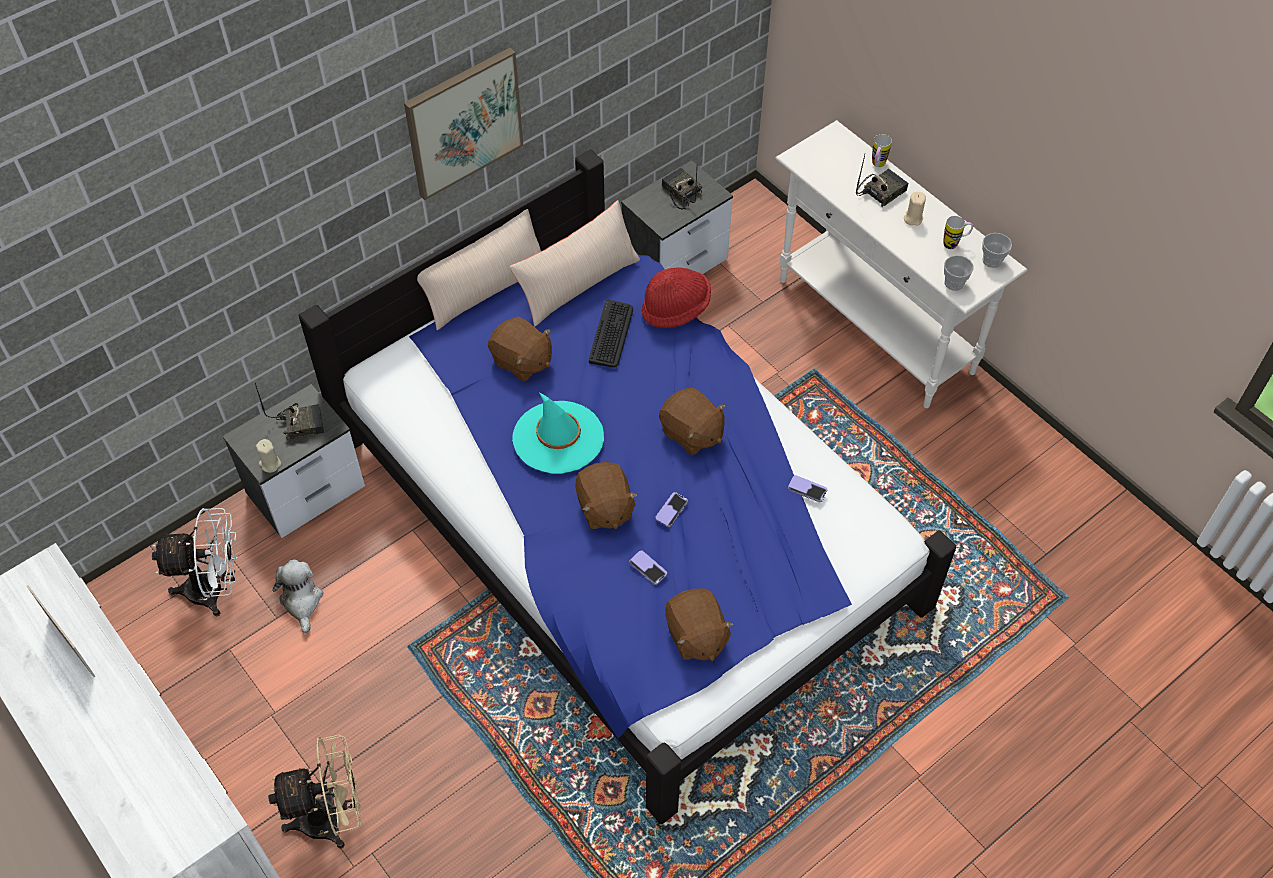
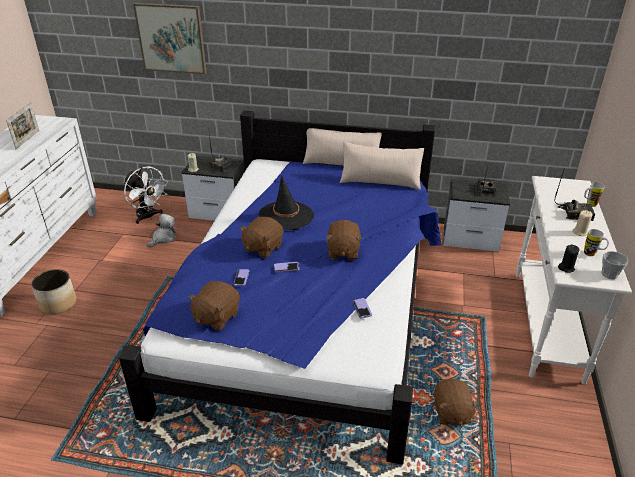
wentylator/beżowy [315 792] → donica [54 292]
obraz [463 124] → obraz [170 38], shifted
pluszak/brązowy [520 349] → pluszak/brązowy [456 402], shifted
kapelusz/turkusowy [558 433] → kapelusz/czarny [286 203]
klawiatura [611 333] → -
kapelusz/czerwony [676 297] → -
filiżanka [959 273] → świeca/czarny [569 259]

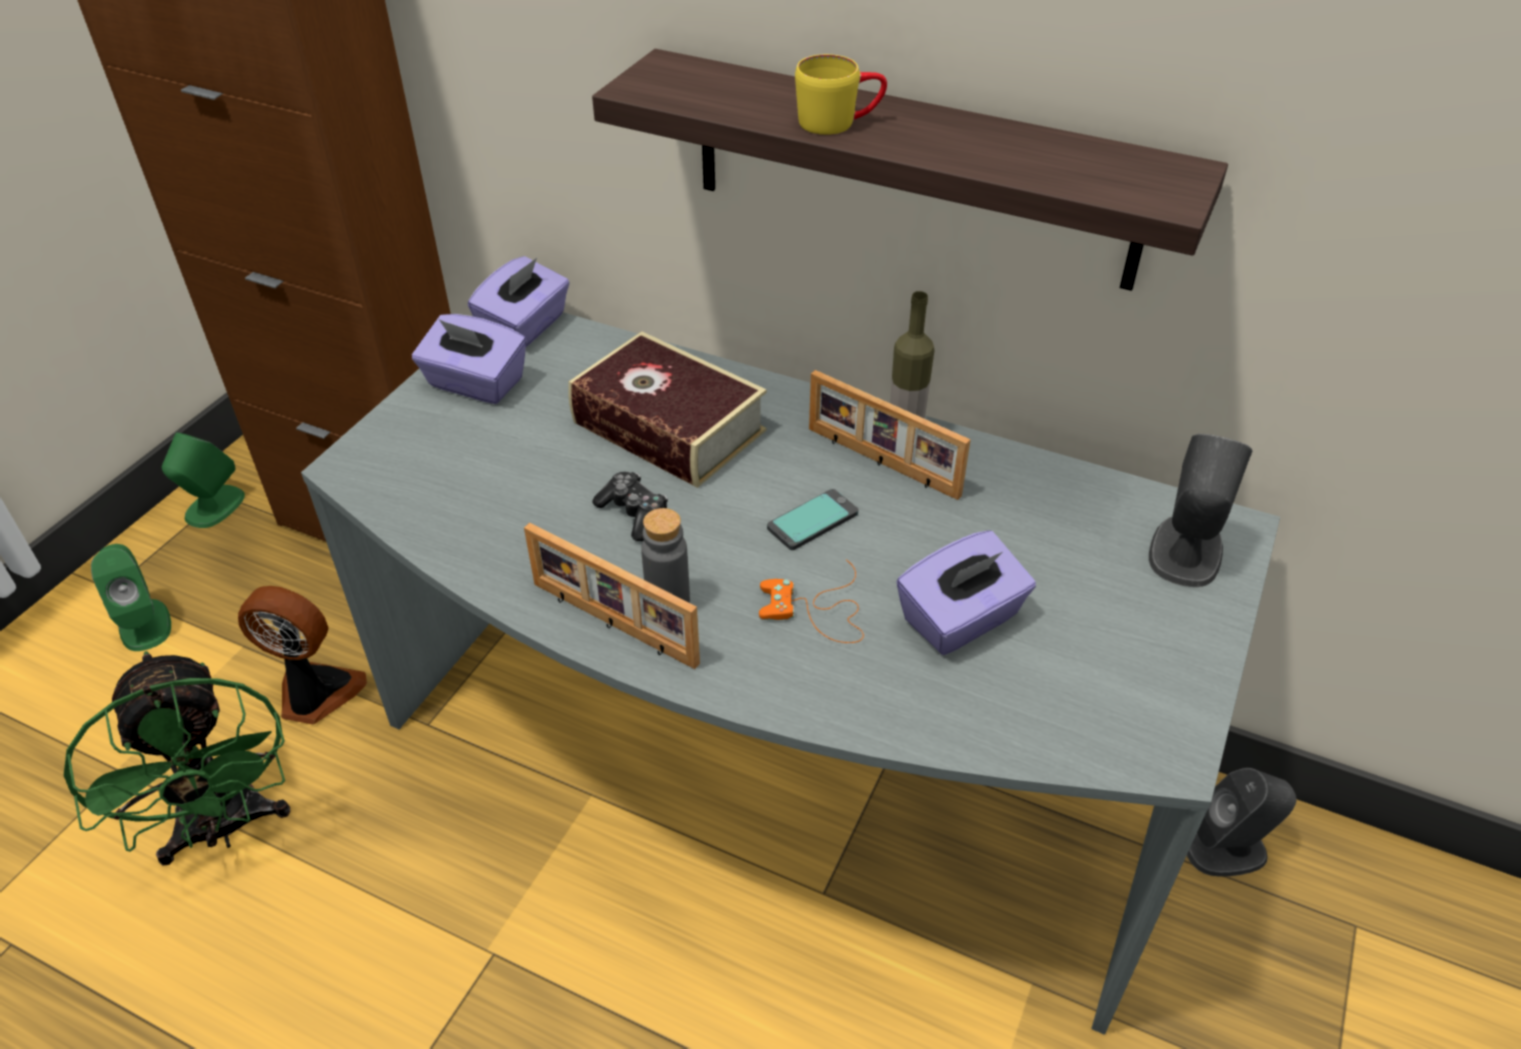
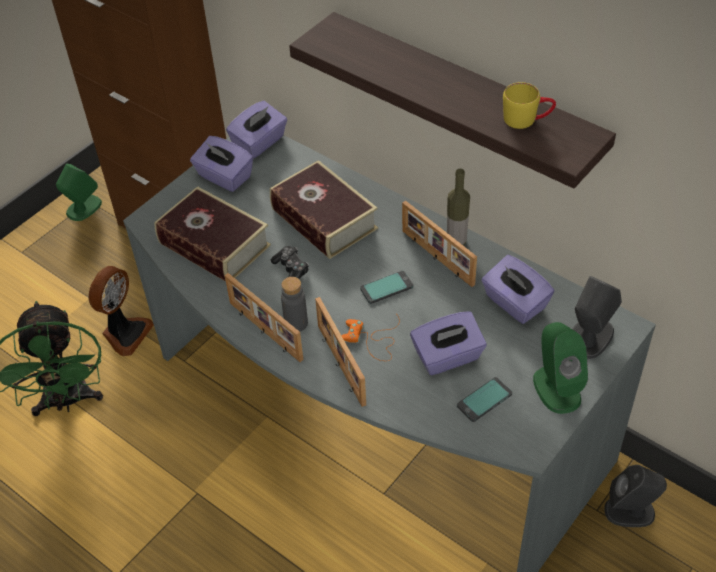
głośnik/zielony [131 597] → głośnik/zielony [560 368], shifted
wentylator [302 655] → wentylator [121 311], 90 degrees clockwise
kubek/żółty [841 94] → kubek/żółty [529 105], shifted
- → książka [212 234]
- → ramka na zdjęcie [340 352]
- → telefon [484 399]
- → pudełko chusteczek/fioletowy [517 289]

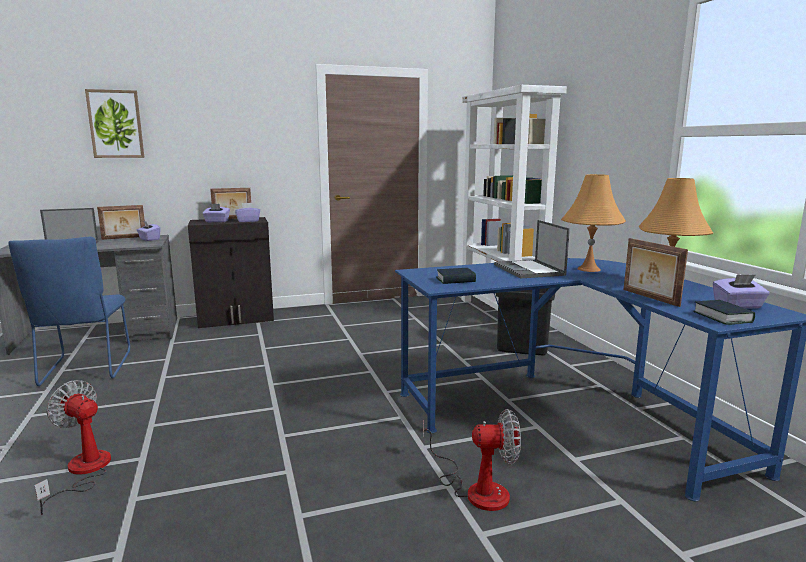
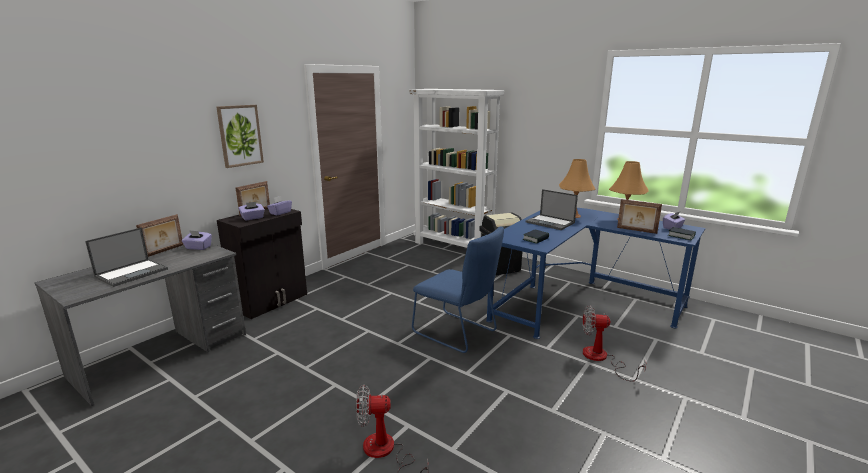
krzesło/niebieski [69 311] → krzesło/niebieski [458 289], shifted
obraz [114 123] → obraz [240 136], shifted
wentylator [472 460] → wentylator [614 343], 135 degrees counterclockwise

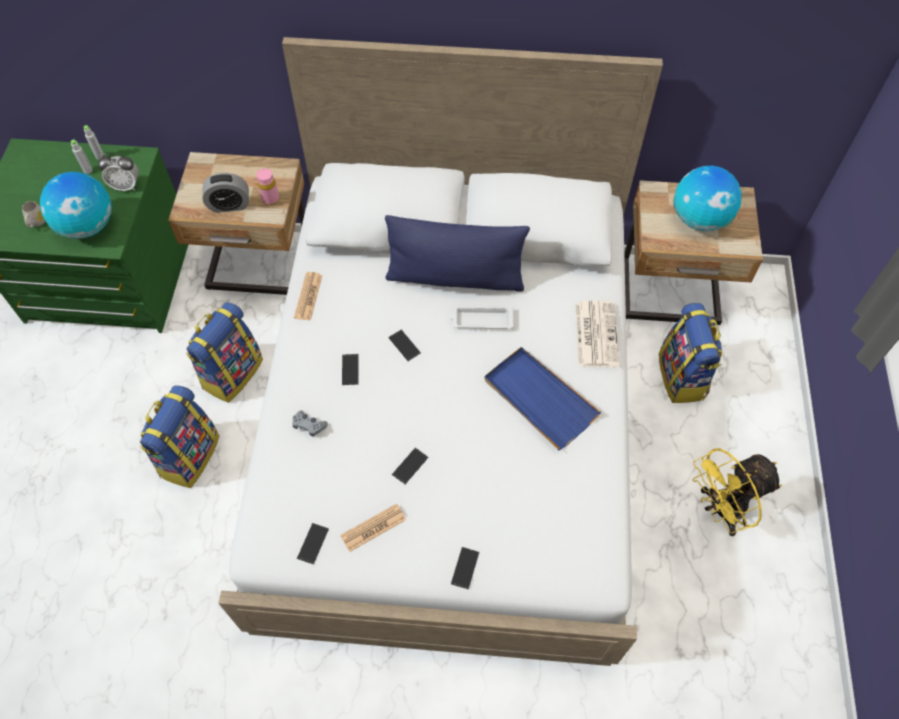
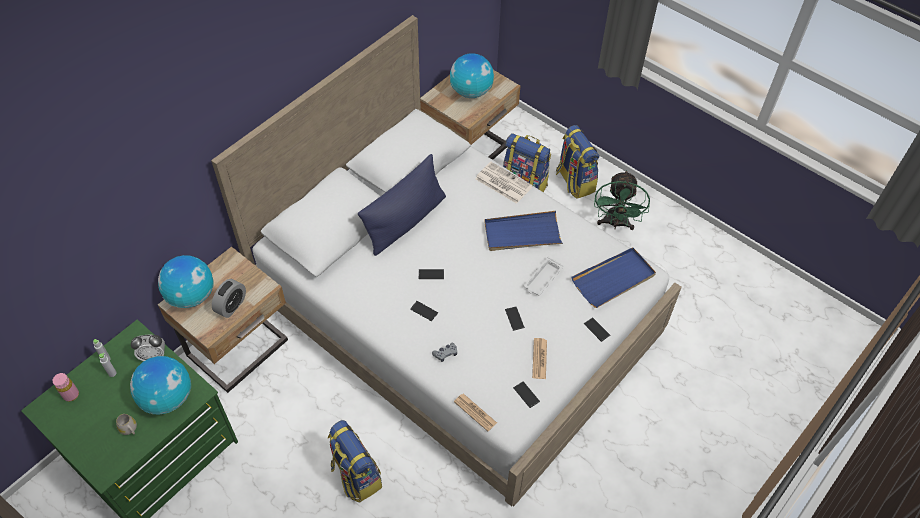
budzik [118 172] → budzik [148 348], 45 degrees clockwise
plecak [224 352] → plecak [577 162], shifted
butelka/różowy [267 187] → butelka/różowy [66 387], shifted
gazeta [308 296] → gazeta [475 412], shifted
taca/biały [482 317] → taca/biały [543 276], shifted
wentylator/żółty [737 492] → wentylator/zielony [622 200]
- → globus [186 281]
- → taca/niebieski [614 278]

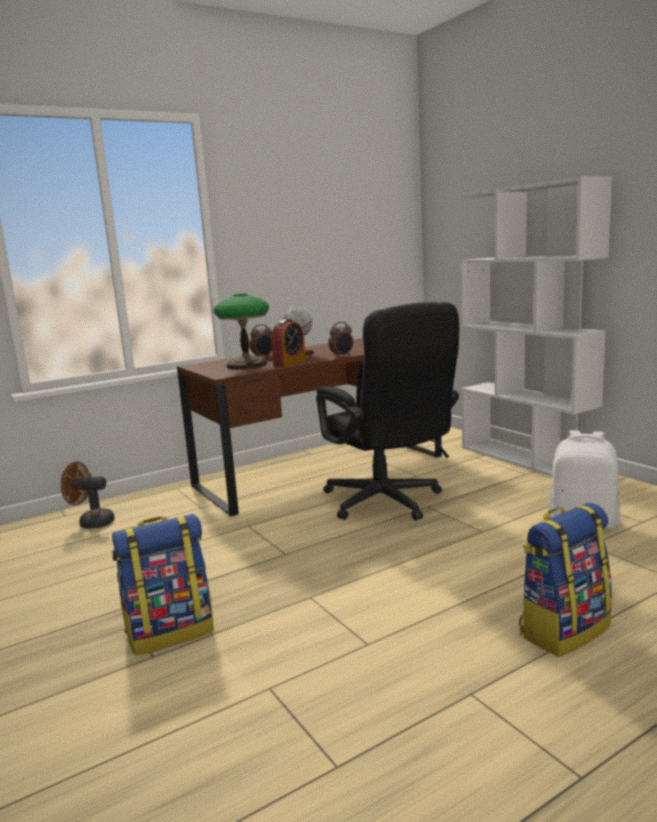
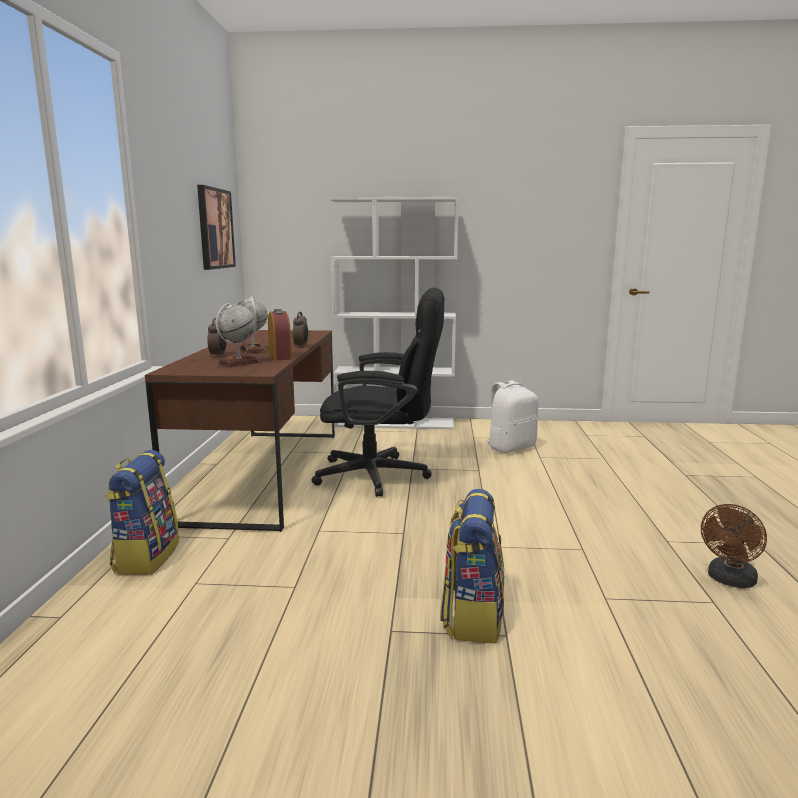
wentylator/brązowy [88 495] → wentylator/brązowy [734 546], shifted
lampa stołowa [241 331] → globus [237 335]
plecak [565 580] → plecak [142 512], shifted
- → obraz [216 227]

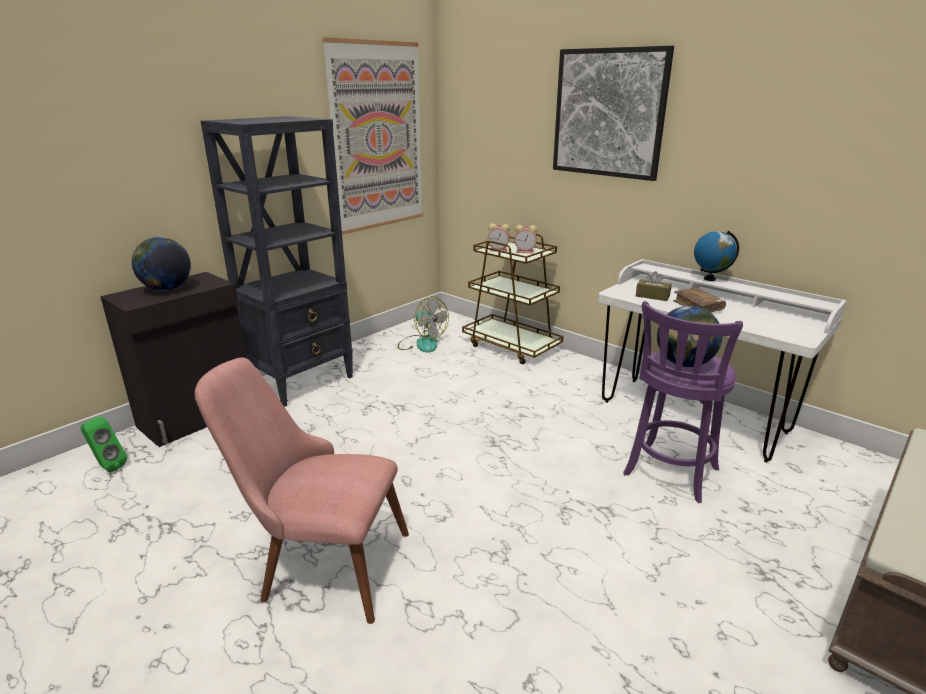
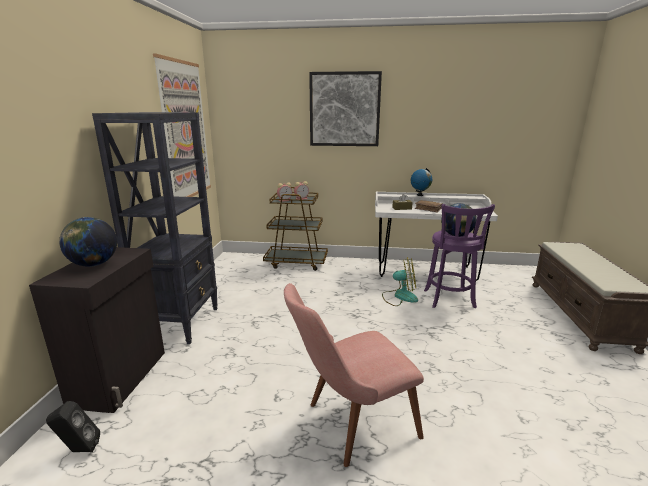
głośnik/zielony [104 444] → głośnik/czarny [73 426]
wentylator [423 324] → wentylator [400 281], shifted

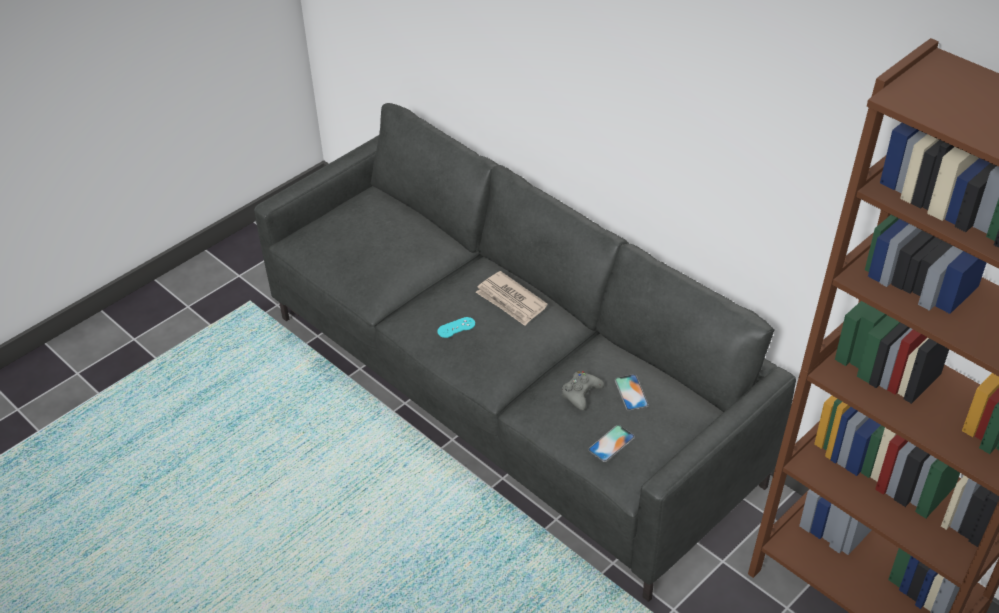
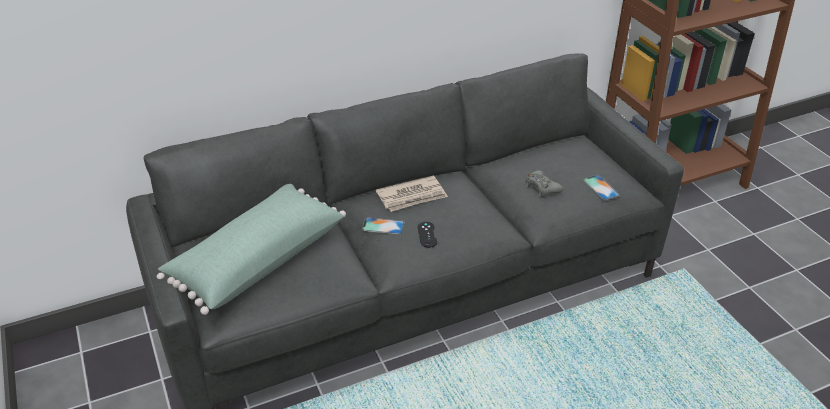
pad do gier/turkusowy [456 327] → pad do gier/czarny [427 235]
telefon [632 392] → telefon [383 226], shifted
- → poduszka/zielony [251 249]

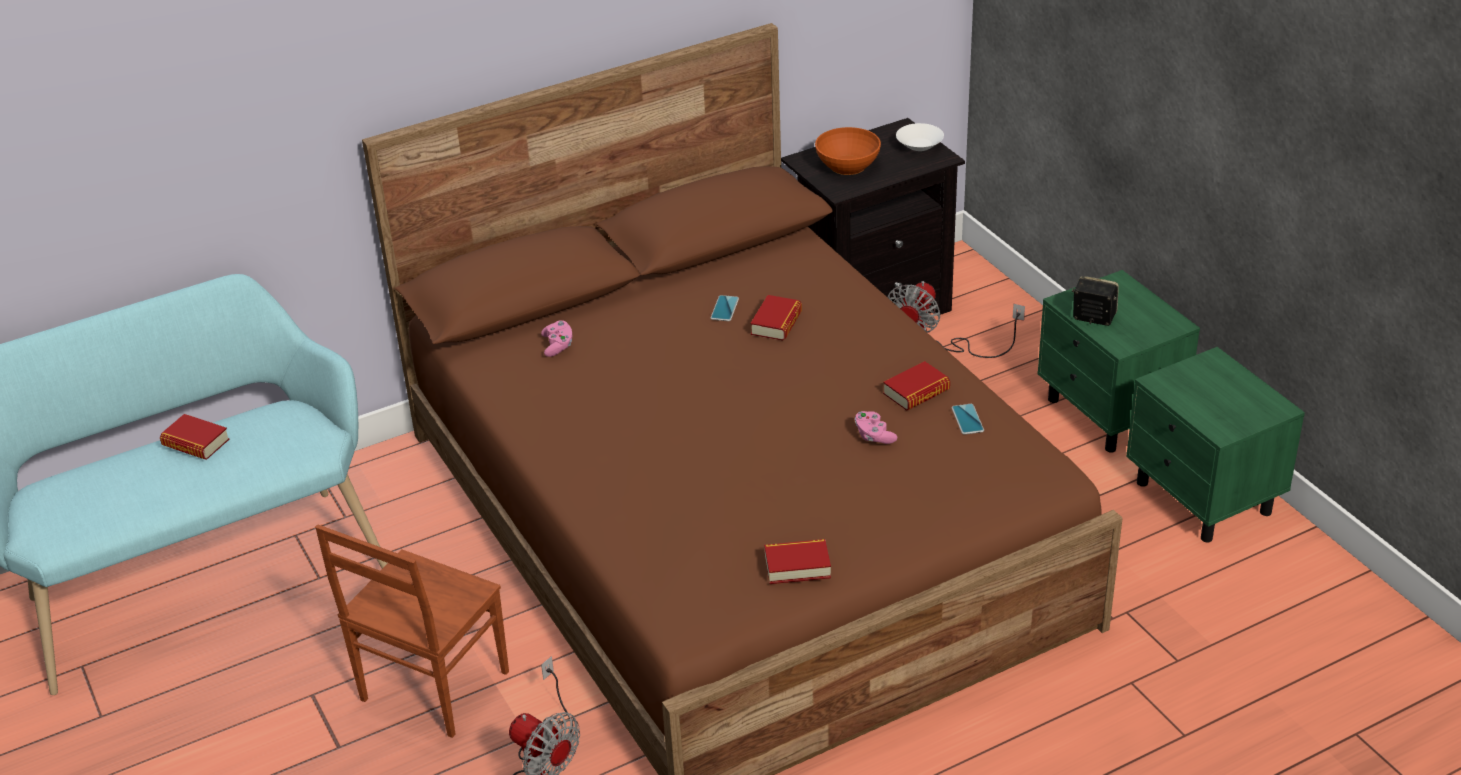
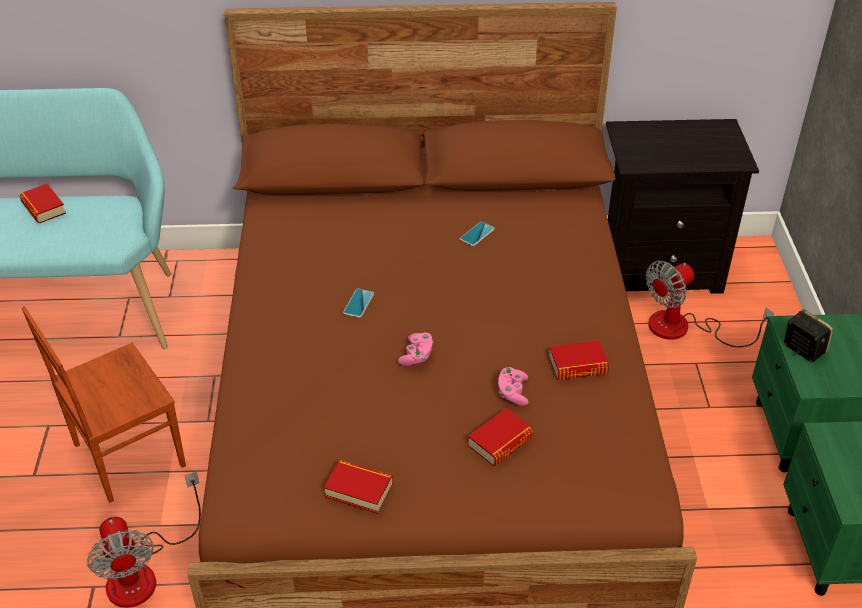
pad do gier/różowy [556 338] → pad do gier/różowy [415 349], shifted
książka [776 318] → książka [501 437], shifted
miska/pomarańczowy [848 151] → -
miska/biały [920 137] → -
telefon [968 419] → telefon [358 303], shifted

